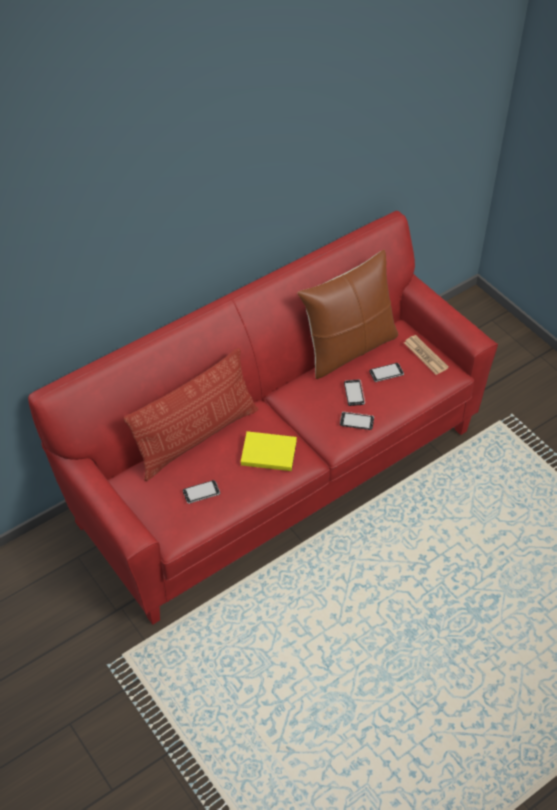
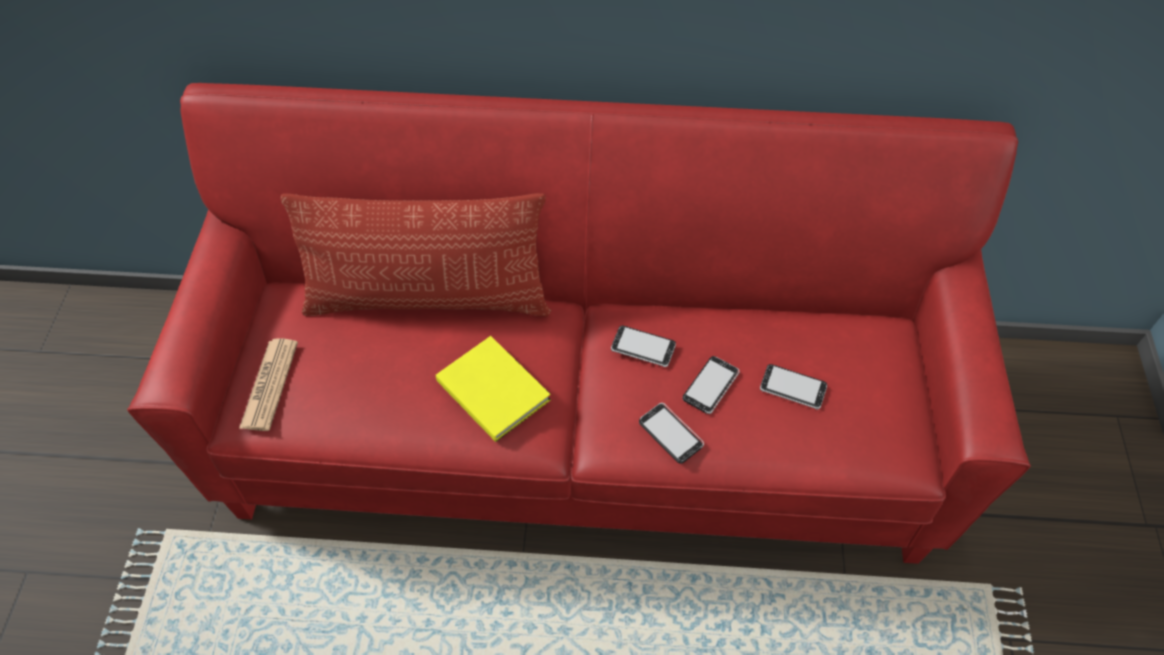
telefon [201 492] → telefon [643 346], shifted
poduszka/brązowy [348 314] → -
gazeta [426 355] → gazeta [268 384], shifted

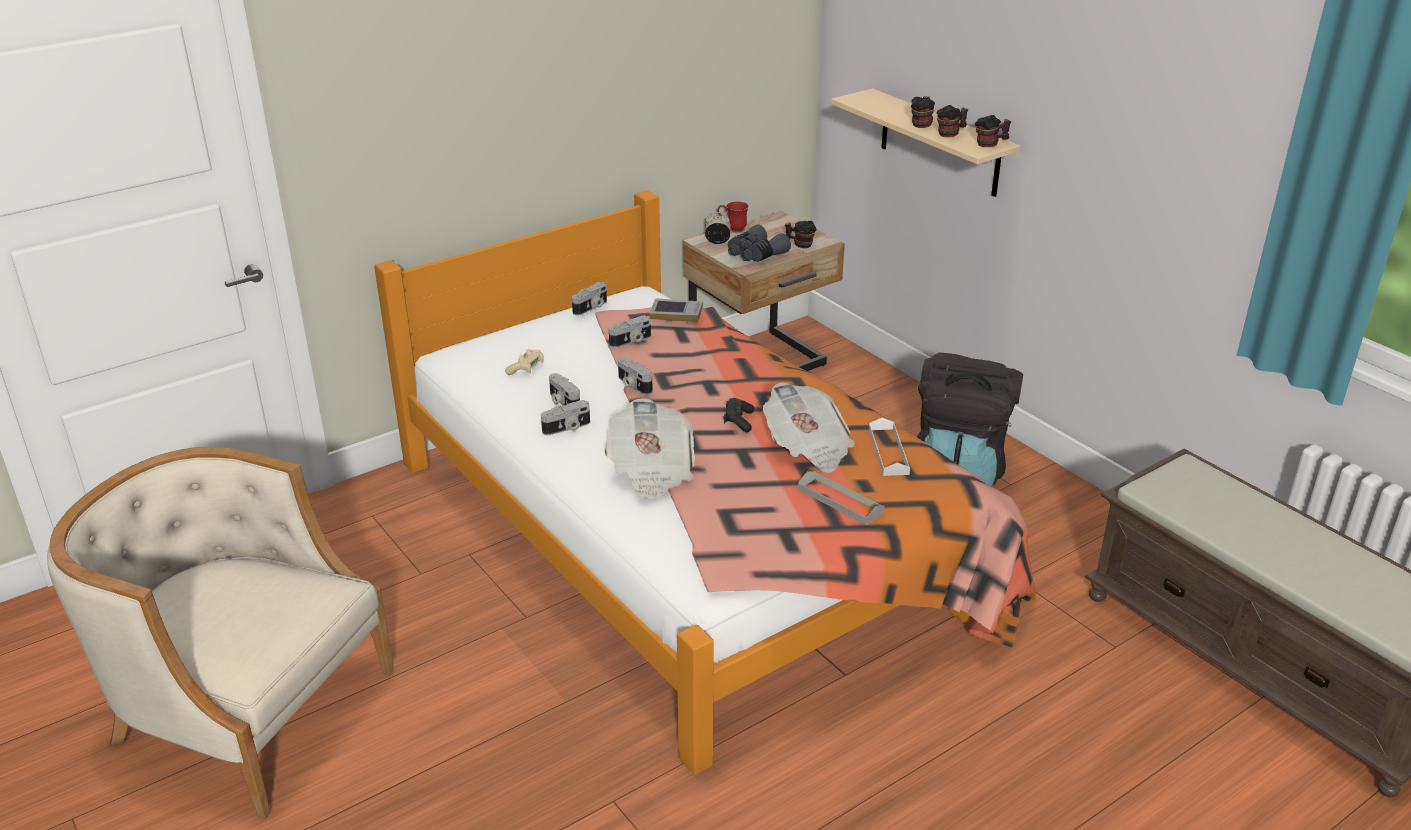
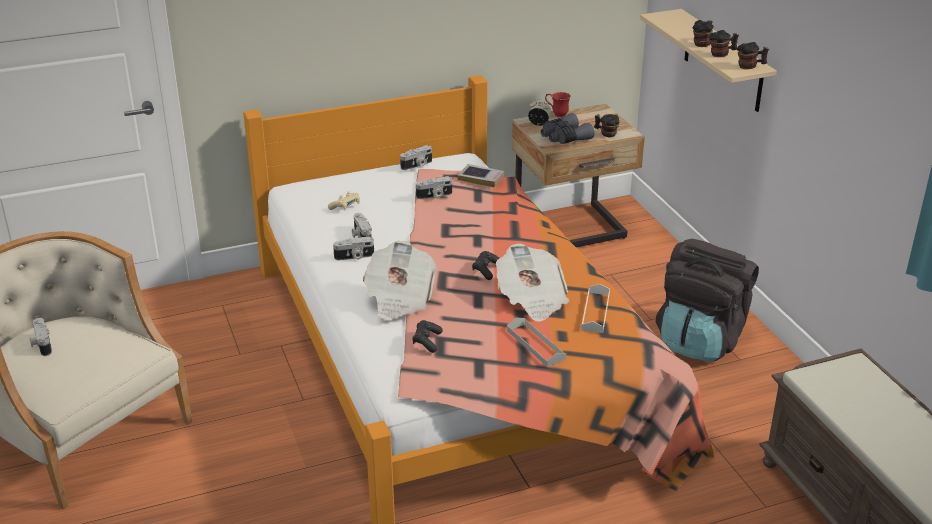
aparat fotograficzny [635 376] → aparat fotograficzny [40 337], shifted
- → pad do gier/czarny [427 336]

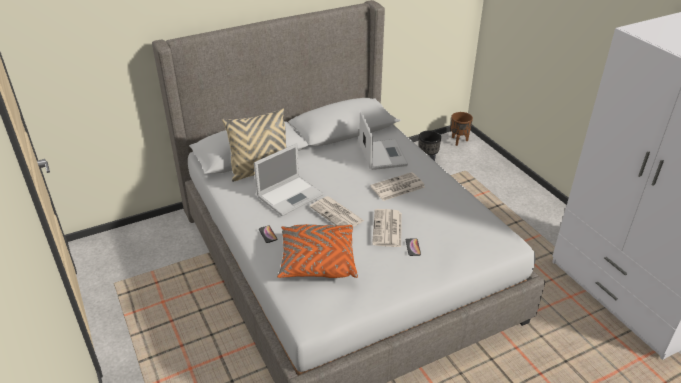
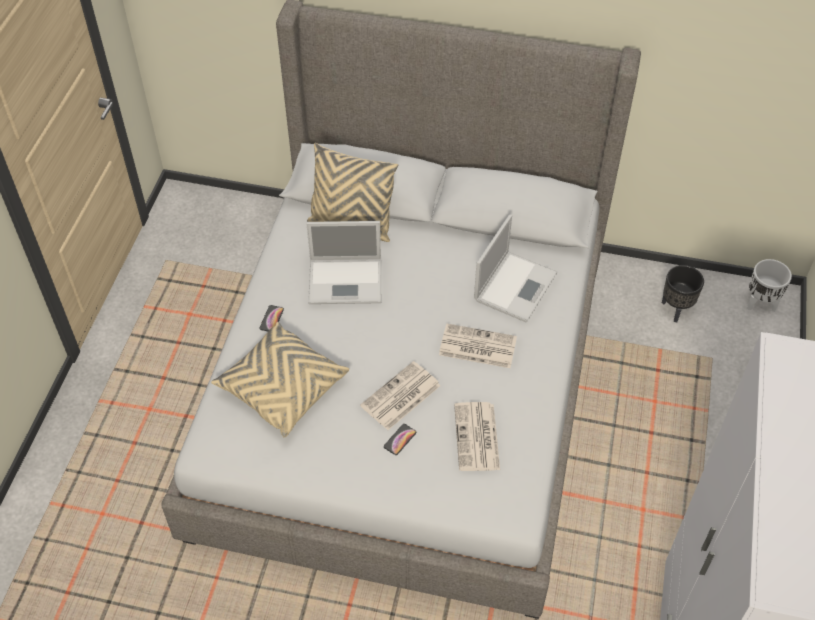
poduszka/pomarańczowy [317 251] → poduszka/beżowy [280 380]
gazeta [337 211] → gazeta [477 436], shifted
donica/brązowy [462 129] → donica/biały [769 285]

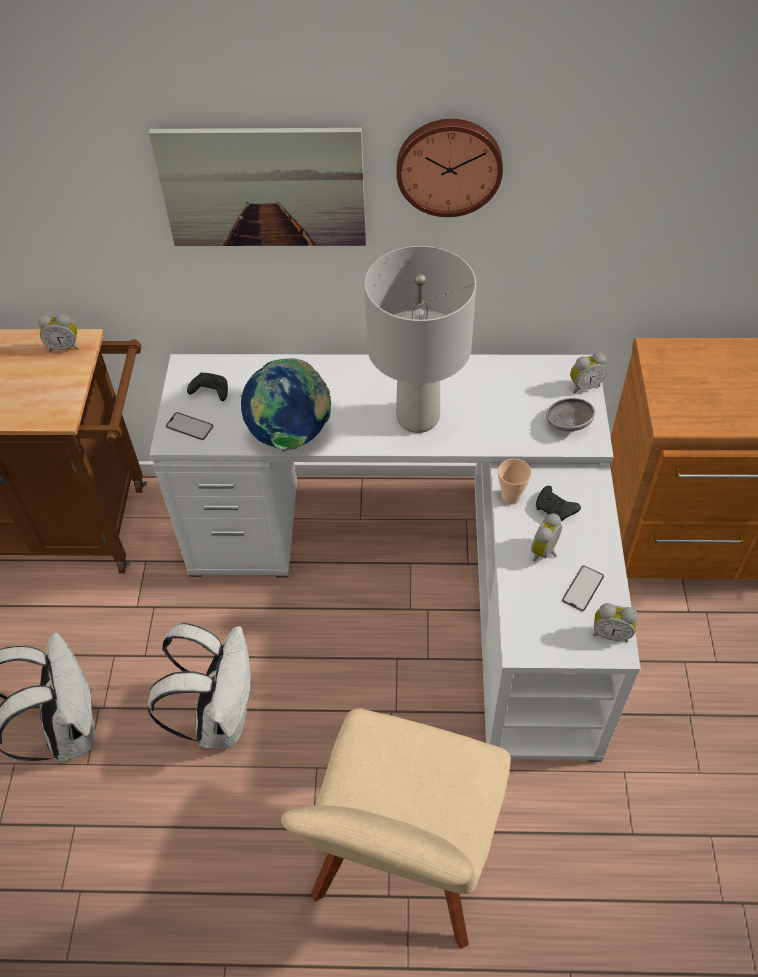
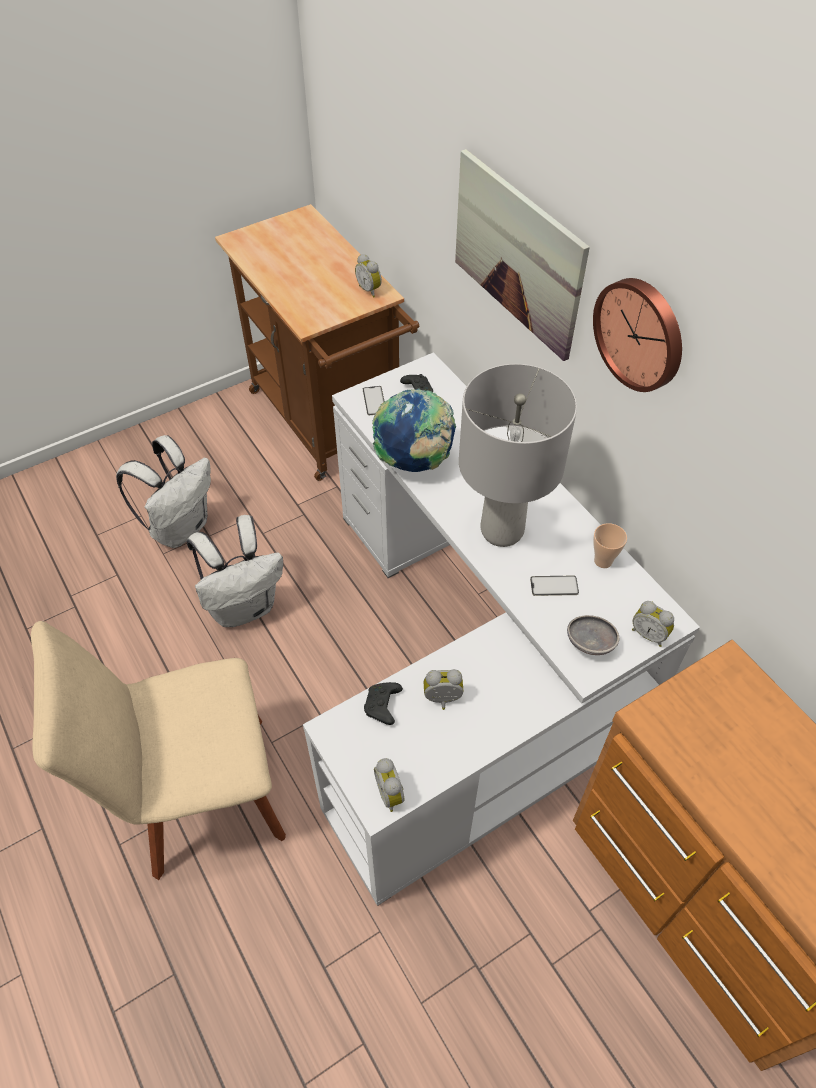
filiżanka [515 482] → filiżanka [610 545], shifted
pad do gier/czarny [558 503] → pad do gier/czarny [383 703], shifted
telefon [583 588] → telefon [554 586], shifted

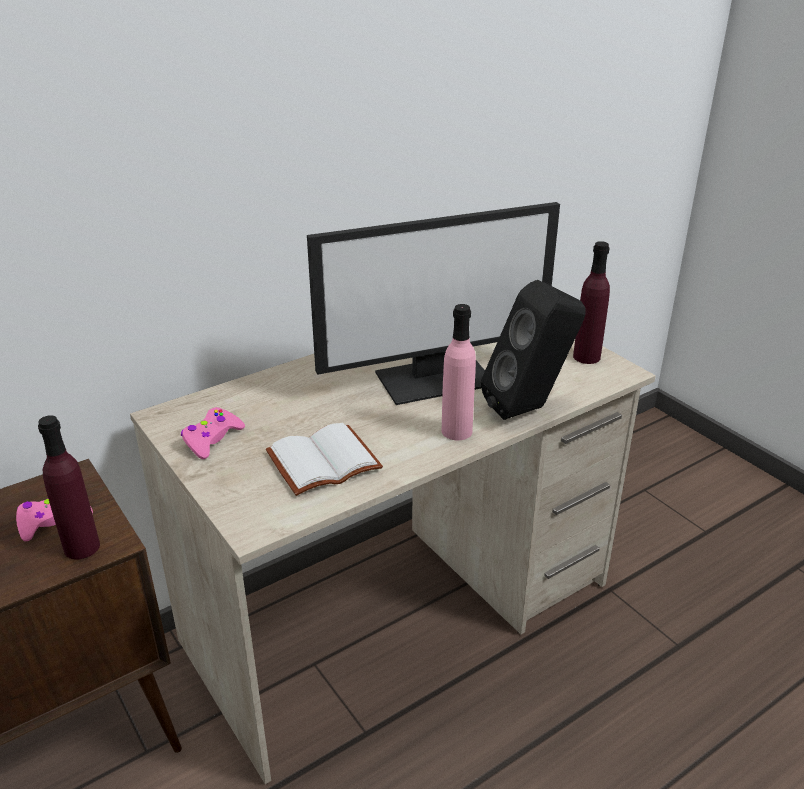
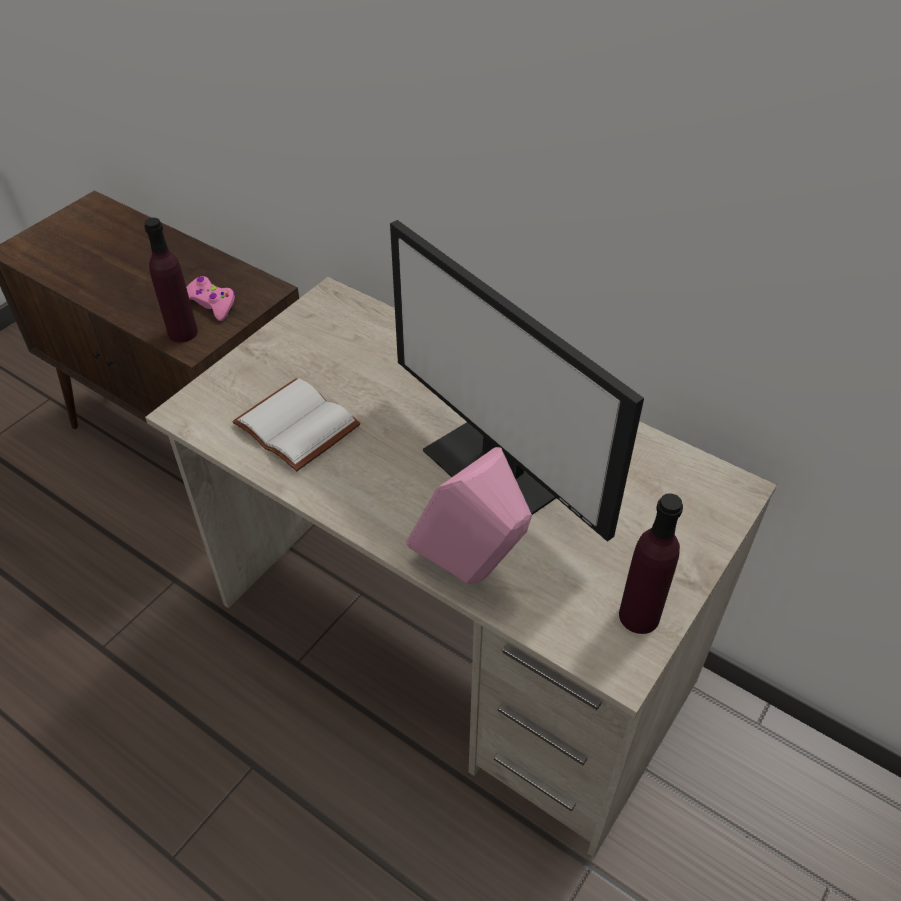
pad do gier/różowy [213 433] → -
butelka/różowy [459 372] → -
głośnik/czarny [533 350] → głośnik/różowy [469 515]

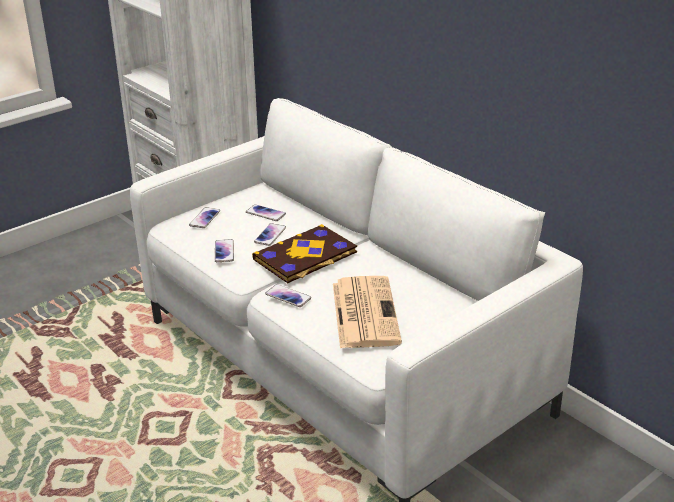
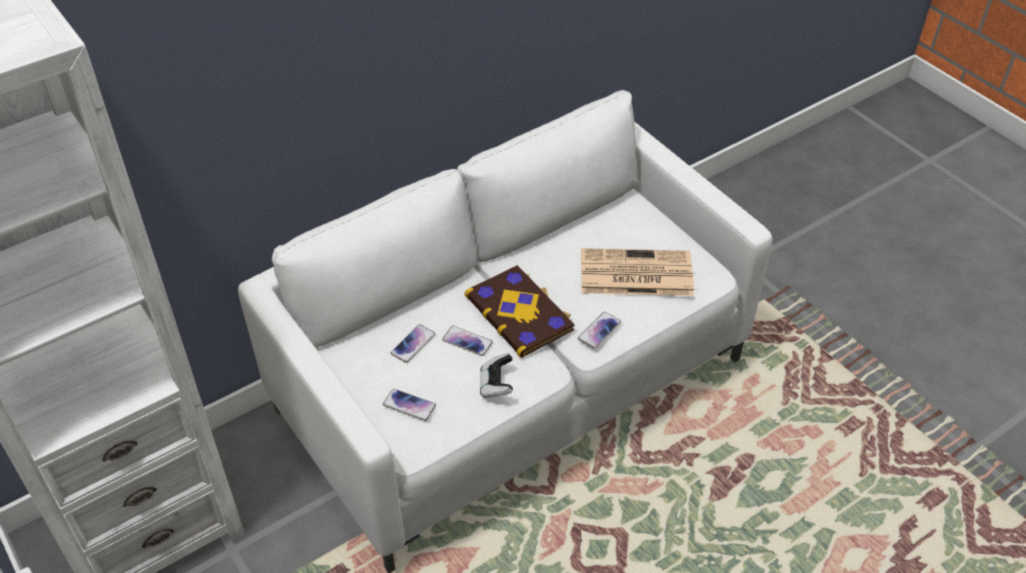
telefon [224 250] → pad do gier [496 375]

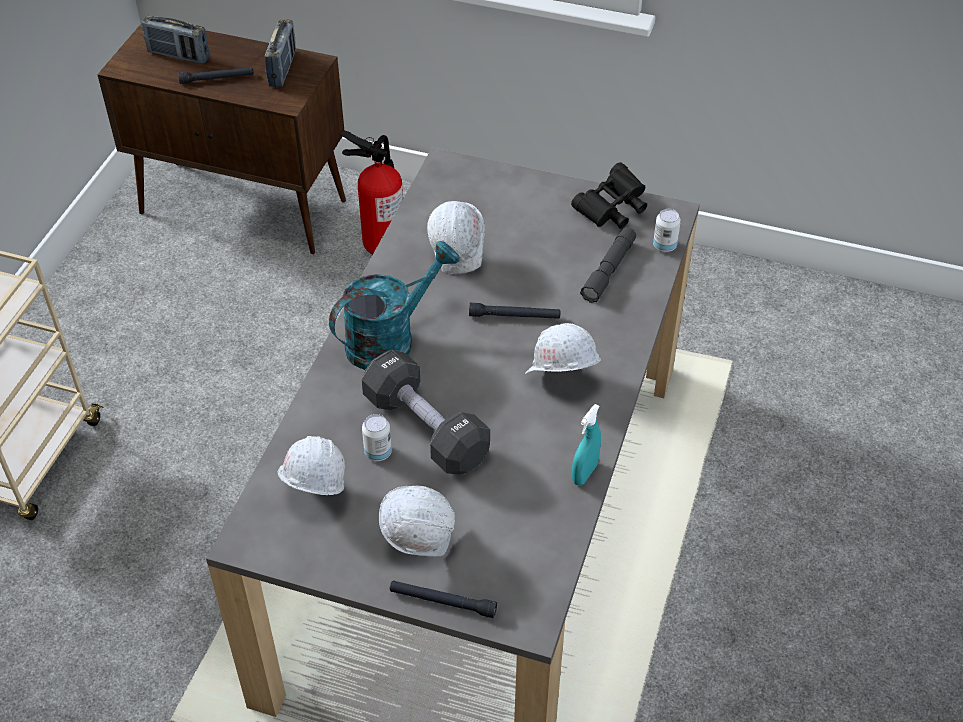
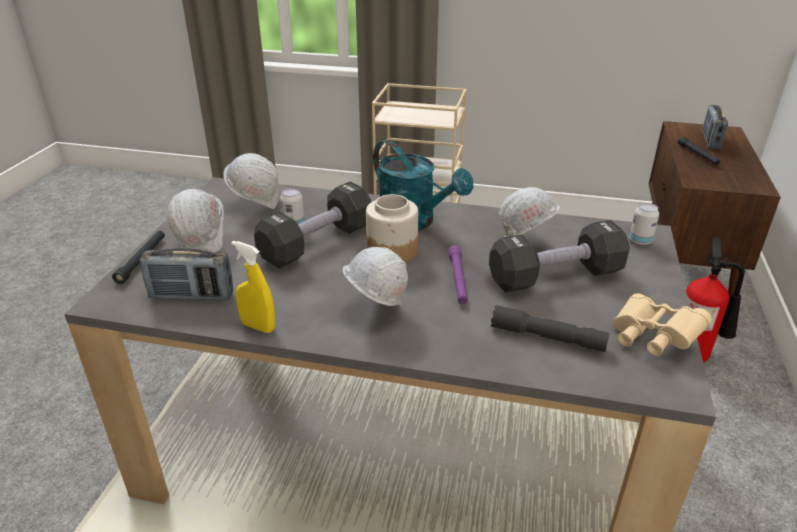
radio [280 53] → radio [186 274], shifted
latarka/czarny [515 311] → latarka/fioletowy [458 274]
lornetka/czarny [609 195] → lornetka/beżowy [662 324]
spryskiwacz/turkusowy [586 445] → spryskiwacz/żółty [253 287]
puszka [667 230] → puszka [644 224], shifted
- → słoik [392 228]
- → hantel/czarny [559 256]

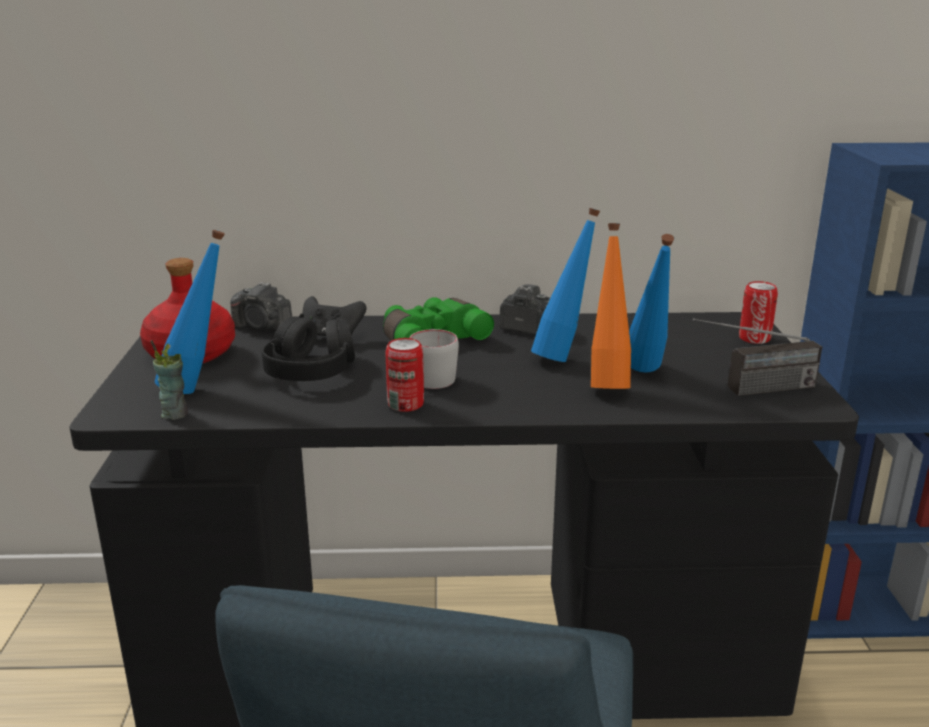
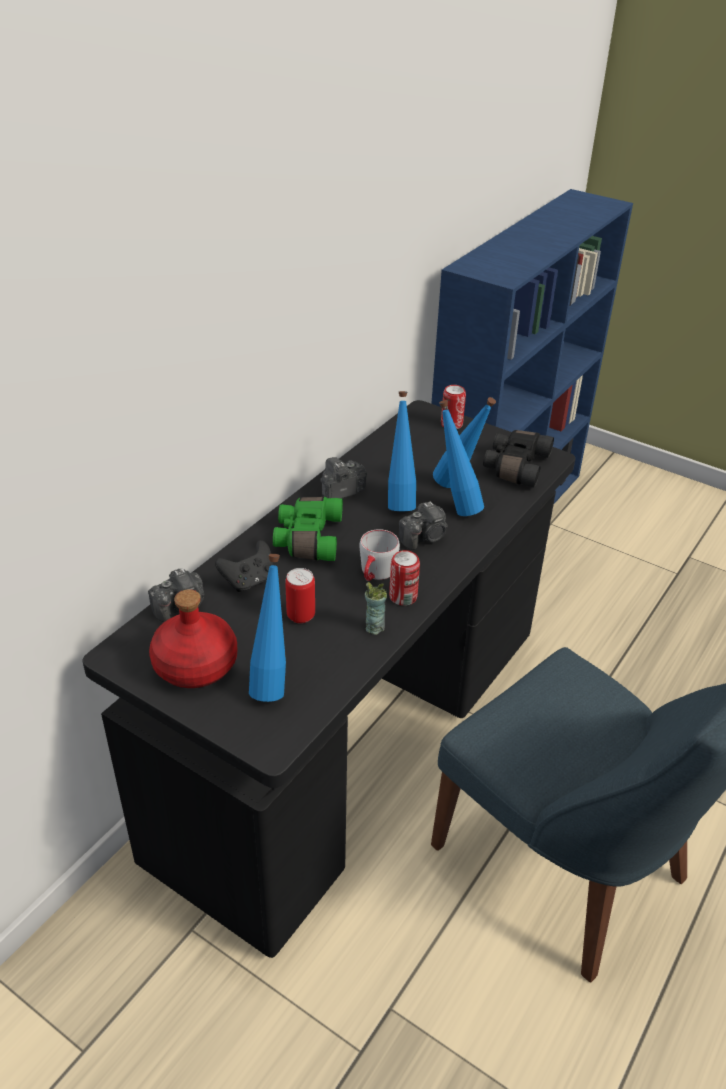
filiżanka [169 380] → filiżanka [376 608], shifted
słuchawki/czarny [308 347] → puszka [300 596]
butelka/pomarańczowy [611 306] → butelka/niebieski [461 458]
radio [757 357] → lornetka/czarny [518 459]
- → aparat fotograficzny [423 525]

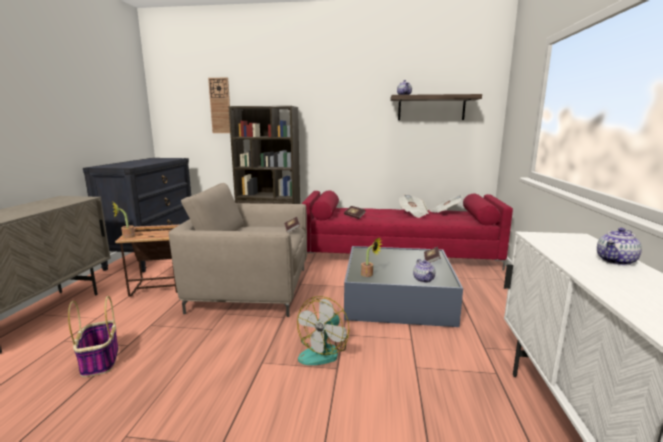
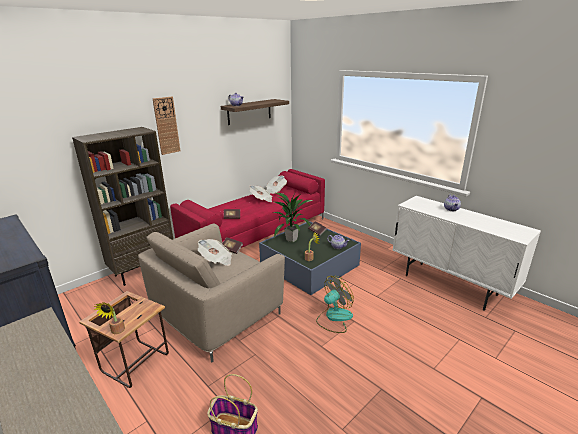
zegar ścienny [219 105] → zegar ścienny [166 126], shifted
wentylator [323 330] → wentylator [335 304], 105 degrees counterclockwise
- → gazeta [215 252]
- → roślina doniczkowa [292 217]

